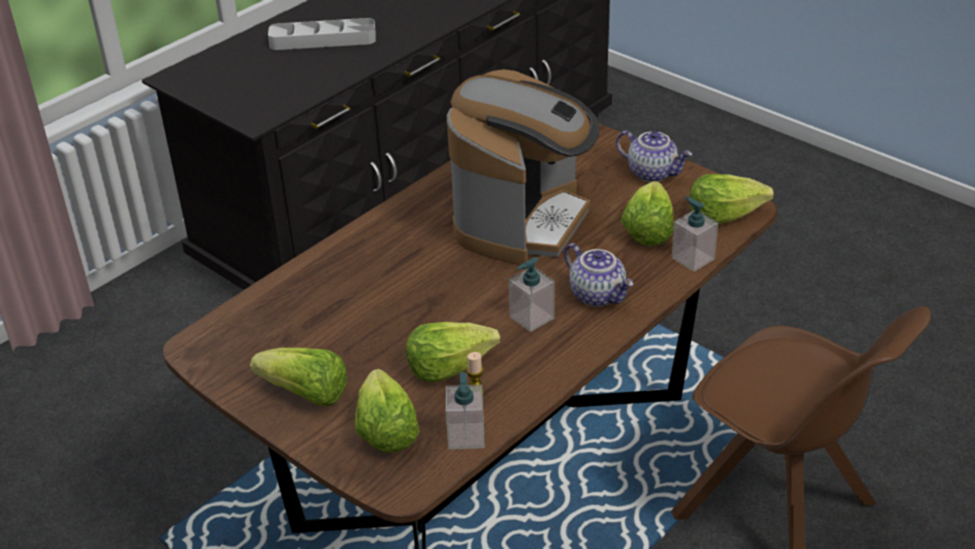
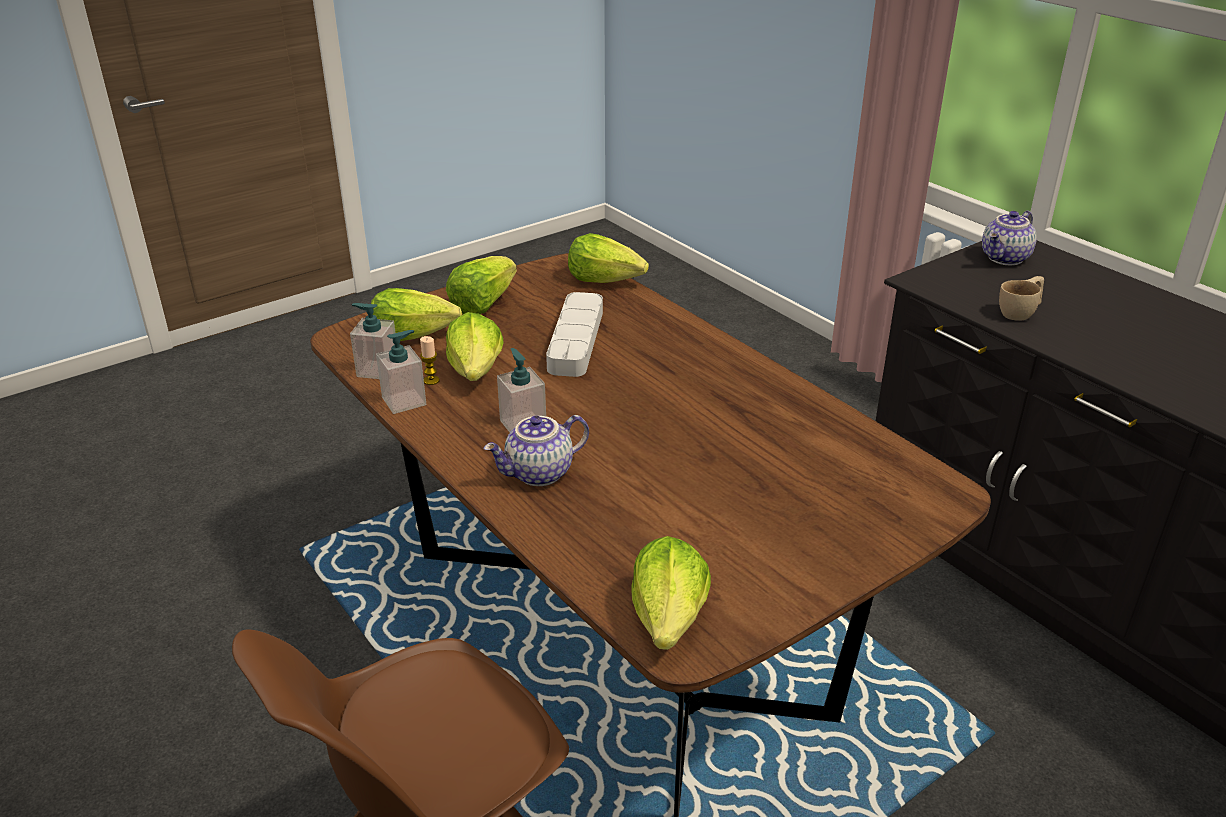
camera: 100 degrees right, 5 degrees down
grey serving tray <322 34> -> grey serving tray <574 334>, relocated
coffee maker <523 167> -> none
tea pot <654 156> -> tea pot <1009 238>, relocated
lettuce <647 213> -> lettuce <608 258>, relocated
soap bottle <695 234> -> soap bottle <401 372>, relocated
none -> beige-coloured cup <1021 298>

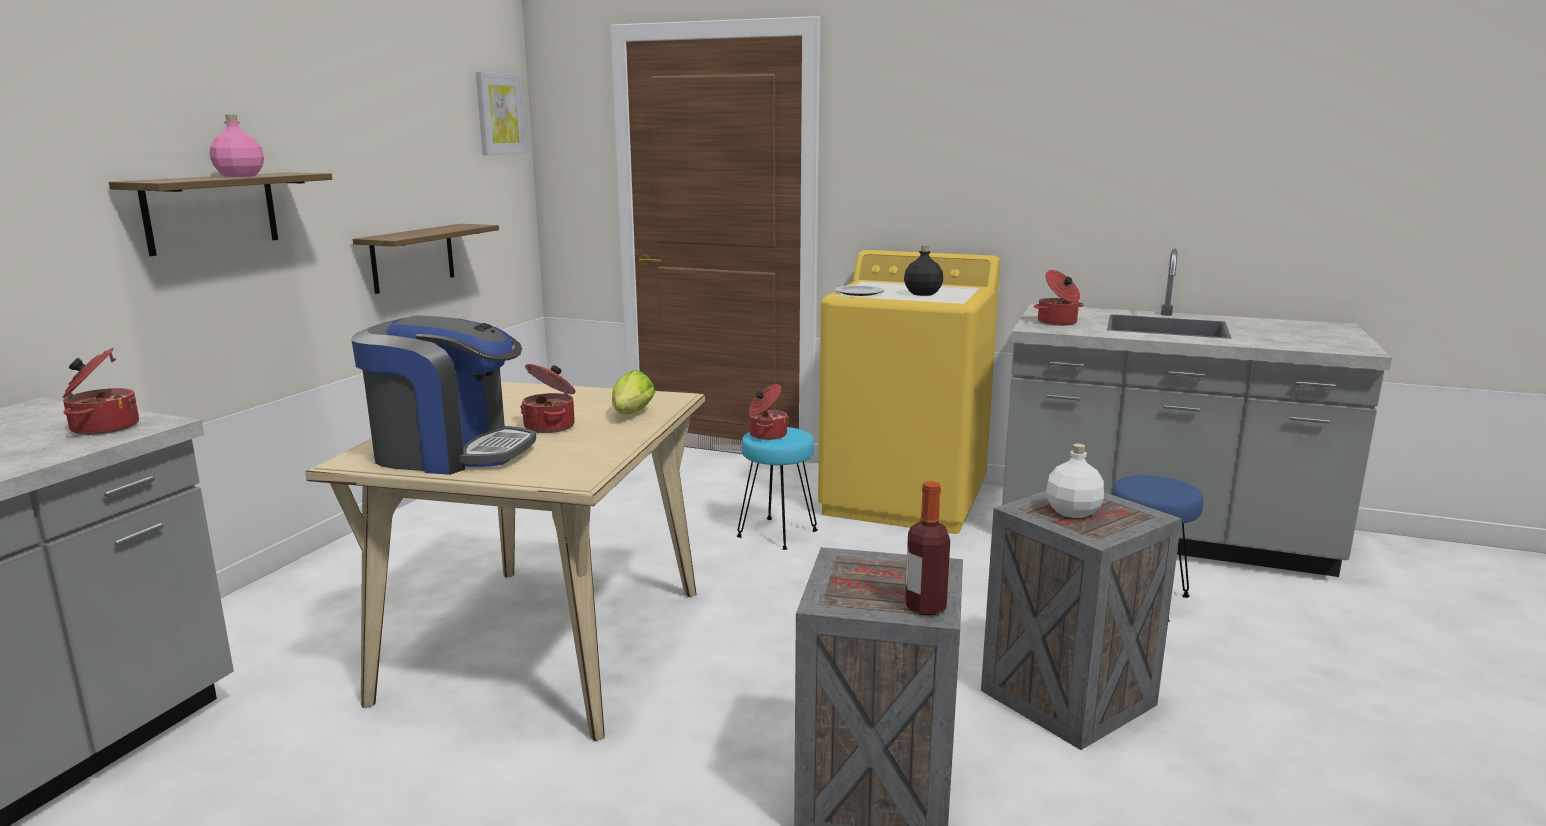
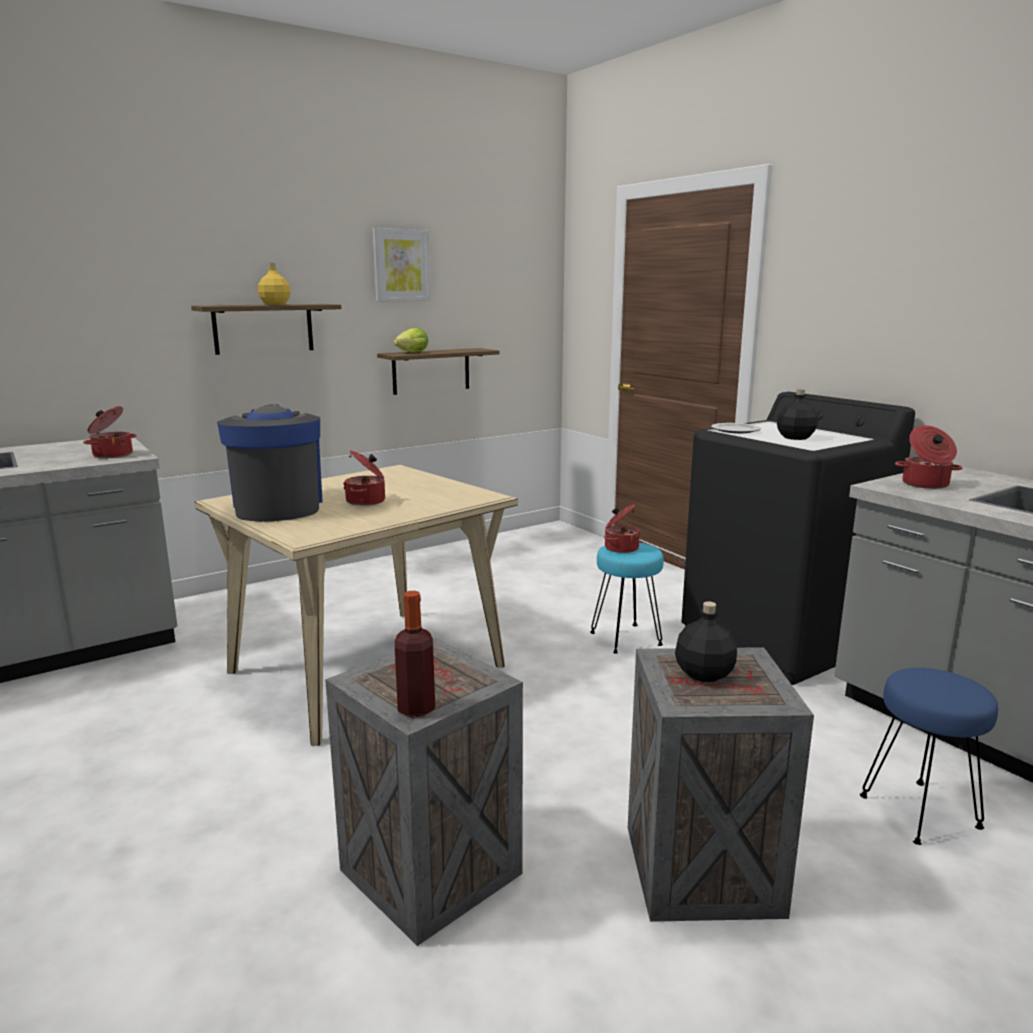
camera: 35 degrees right, 0 degrees up
wall picture <501 113> -> wall picture <401 264>, relocated
pinkish bottle <237 146> -> yellow-coloured bottle <274 284>
yellow-coloured washing machine <909 392> -> blackish washing machine <798 538>
coffee maker <444 395> -> coffee maker <270 463>, 150 degrees counterclockwise
lettuce <633 392> -> lettuce <411 340>, relocated
white bottle <1075 481> -> blackish bottle <706 642>

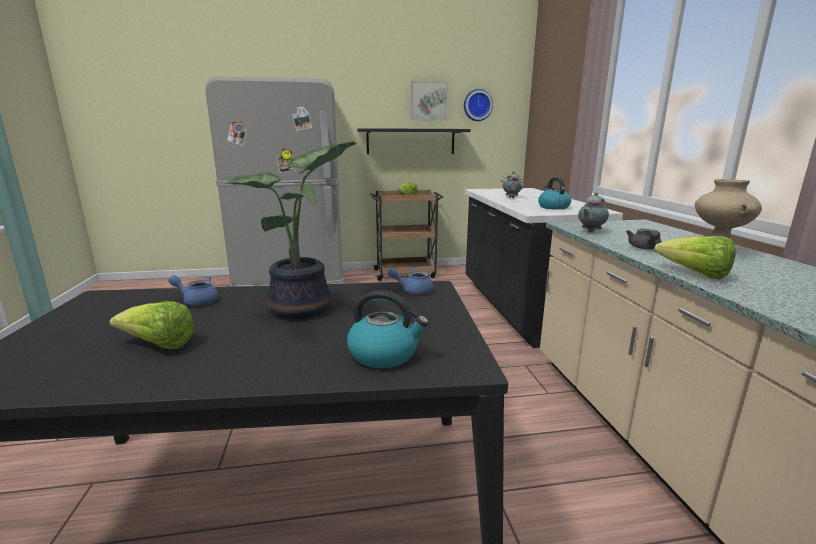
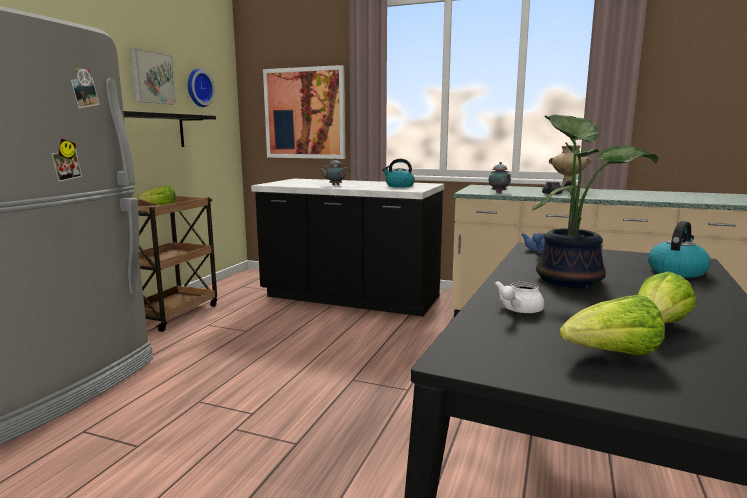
camera: 60 degrees left, 5 degrees down
lettuce <695 257> -> lettuce <612 325>, relocated
blue tea pot <193 290> -> white tea pot <519 297>
none -> wall picture <304 112>

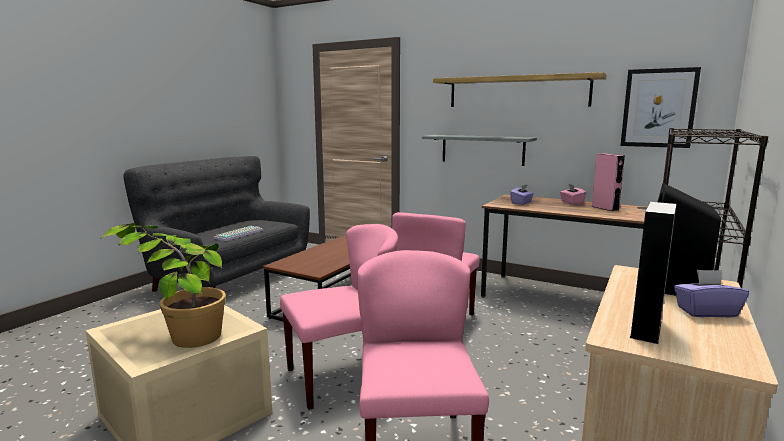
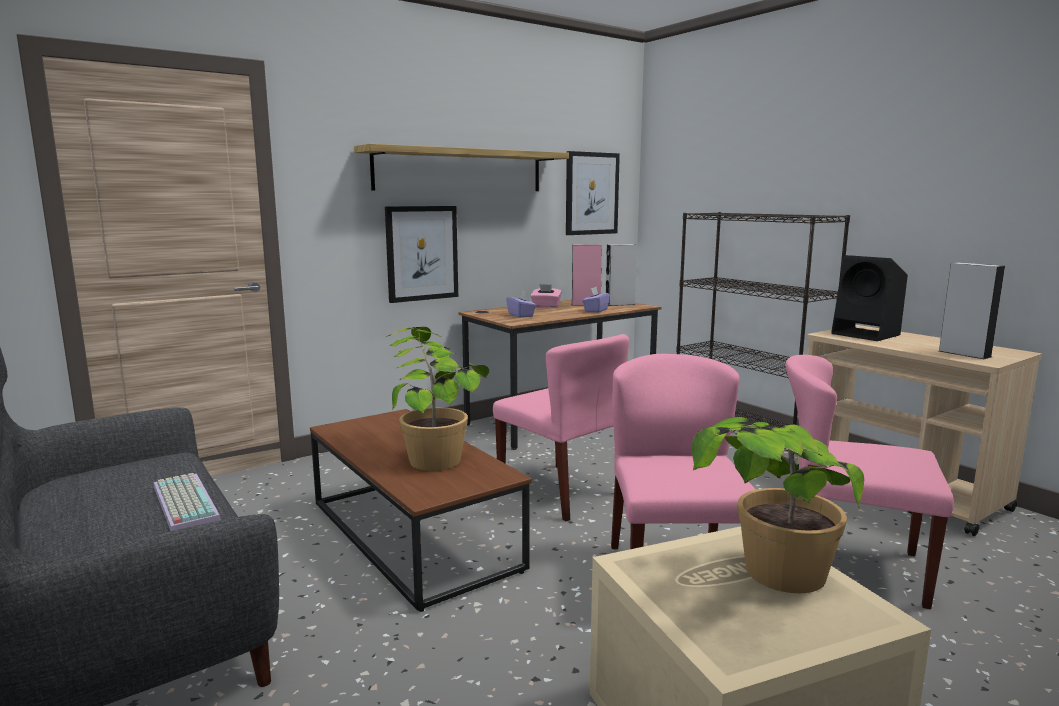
camera: 65 degrees left, 0 degrees up
grey wall shelf <479 150> -> wall picture <421 254>
purplish tissue box <711 293> -> purplish tissue box <596 300>, relocated
none -> grey speaker <621 275>
none -> plant in a pot <437 399>

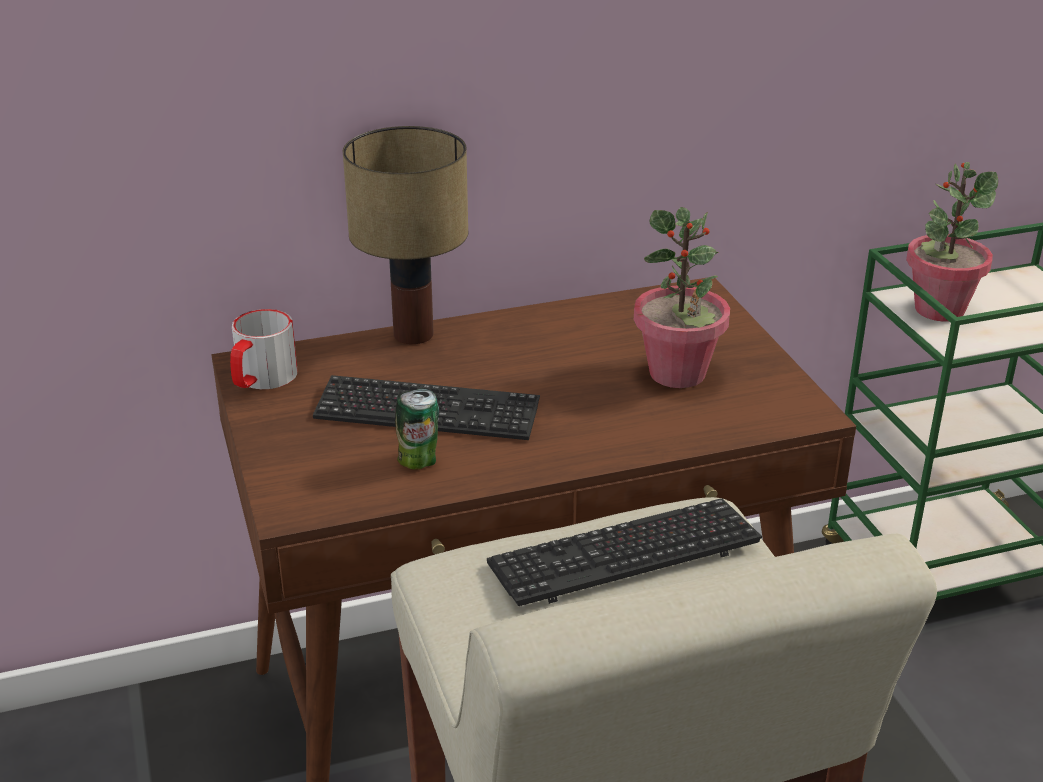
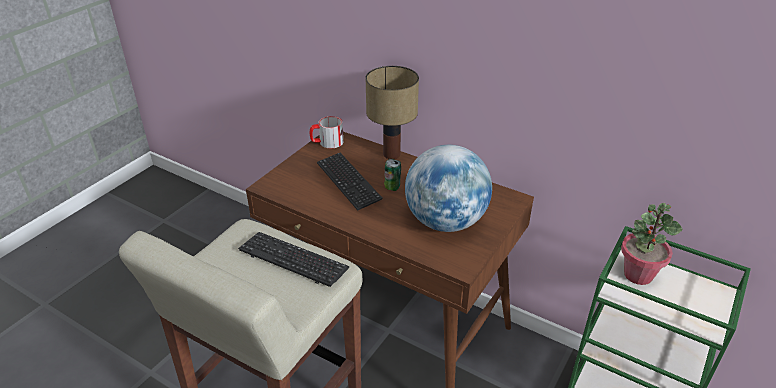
camera: 50 degrees right, 5 degrees up
plant in a pot <682 297> -> world globe <448 188>
metal can <417 429> -> metal can <392 175>, relocated

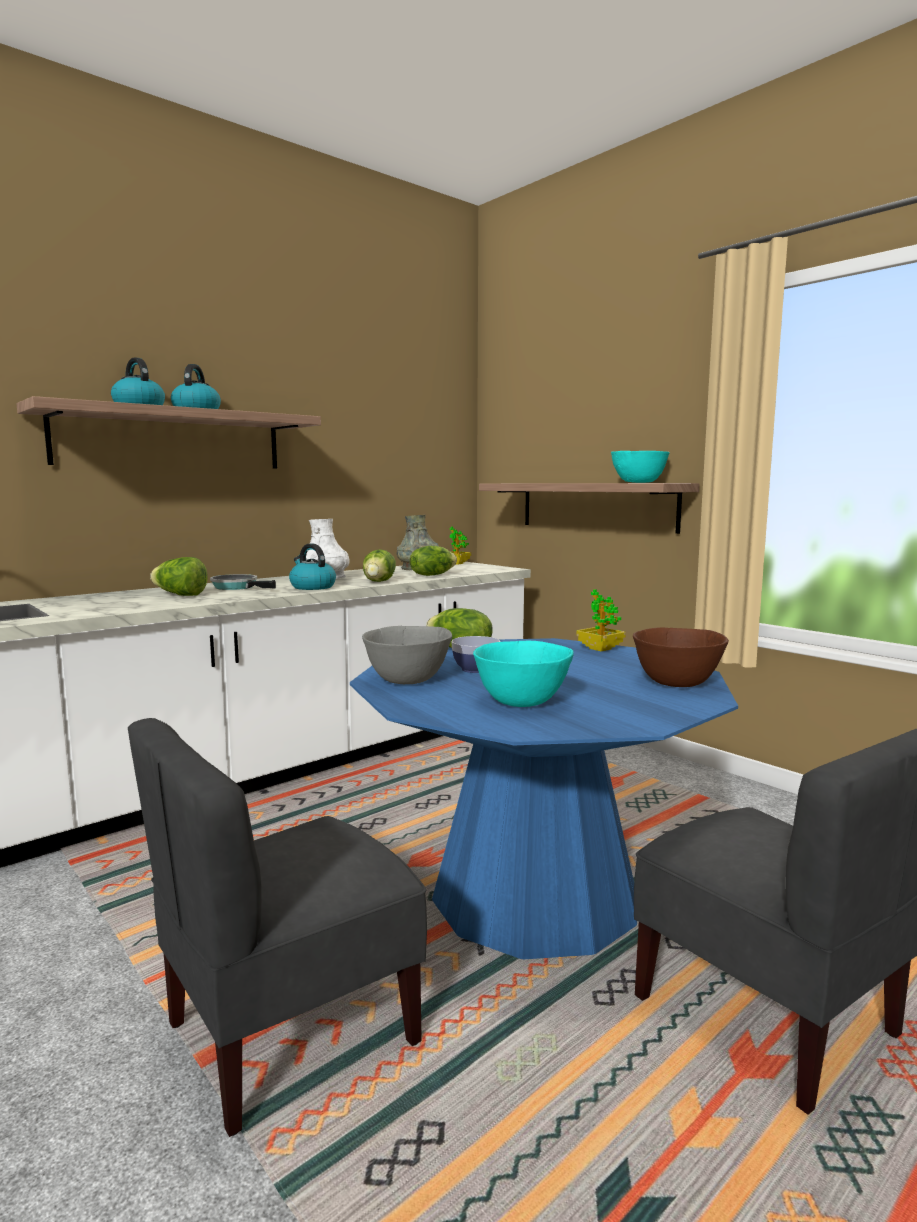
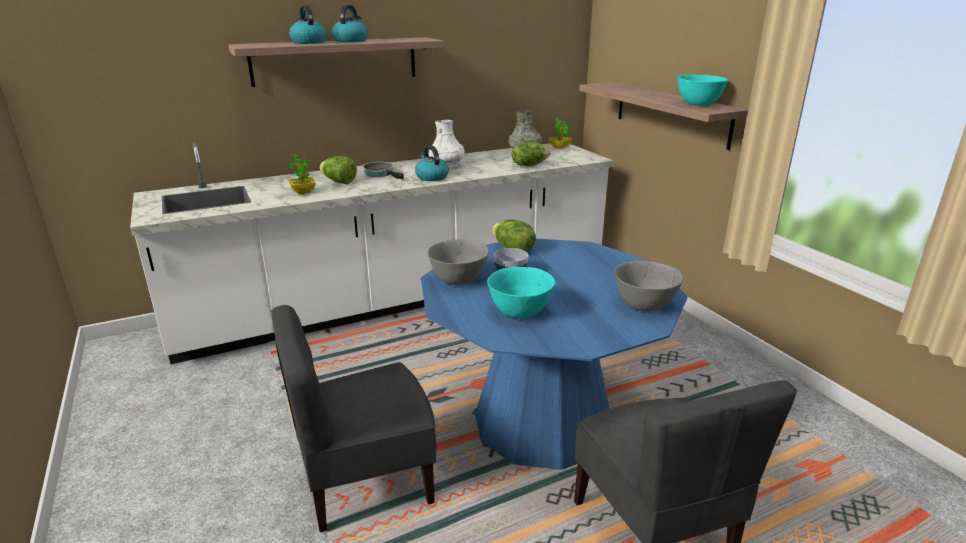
camera: 15 degrees right, 15 degrees up
lettuce <379 565> -> none
plant in a pot <601 620> -> plant in a pot <302 174>, relocated
brownish bowl <681 657> -> grey bowl <648 286>

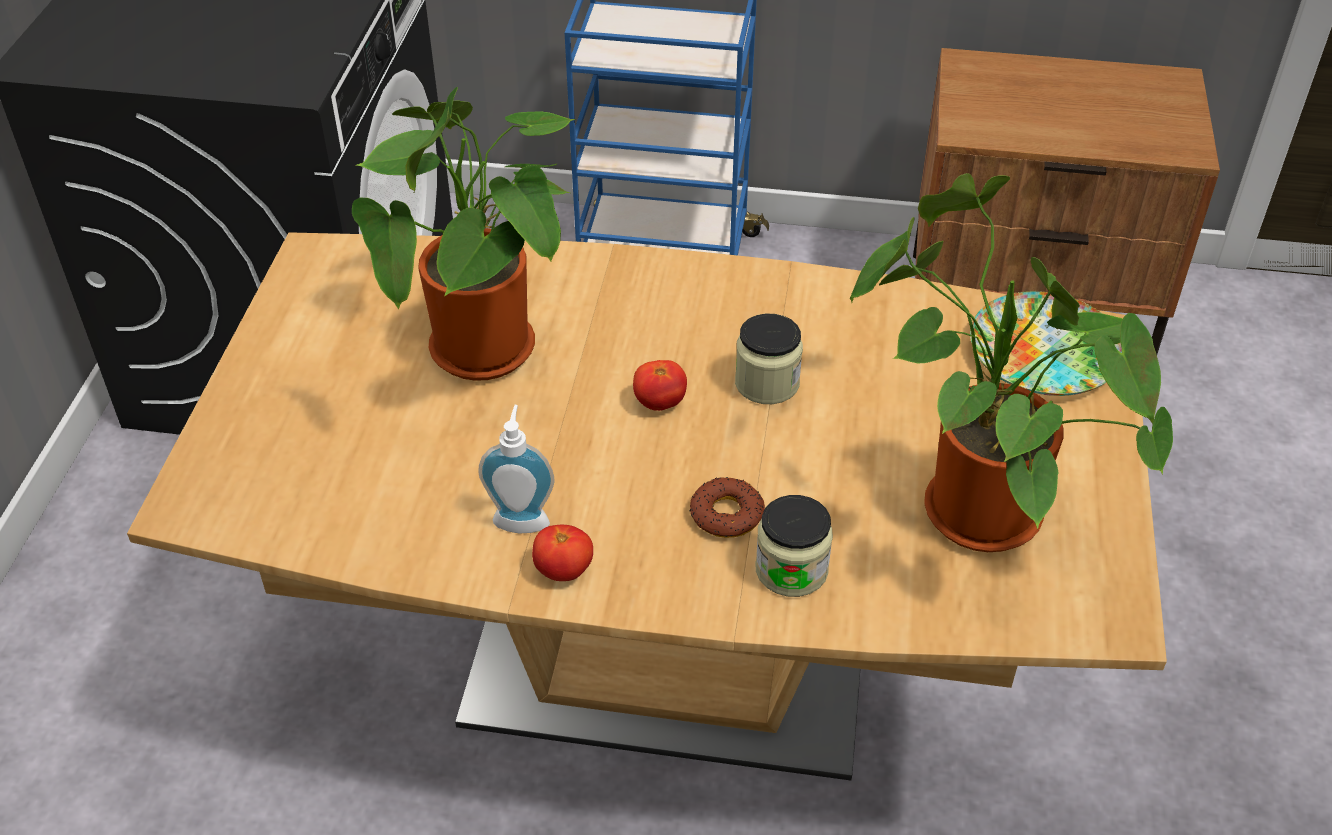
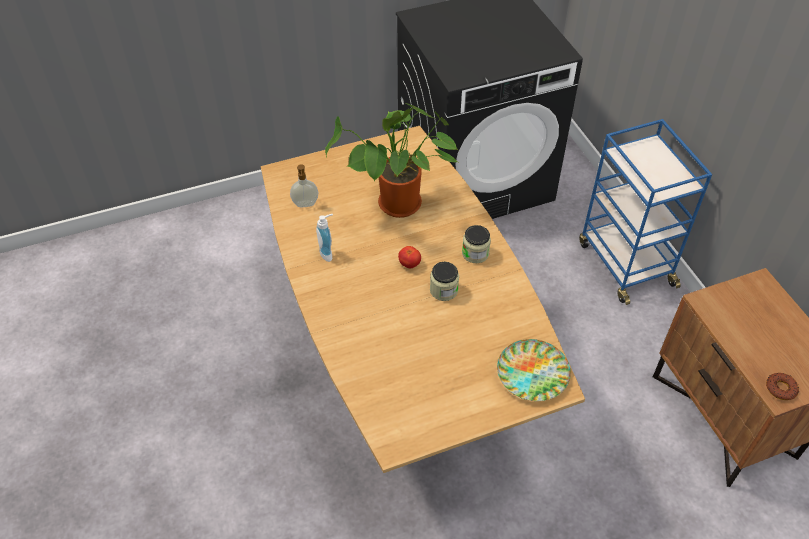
camera: 60 degrees right, 5 degrees up
plant in a pot <1011 362> -> none
doughnut <727 507> -> doughnut <782 386>, relocated
jar <794 546> -> jar <476 244>, relocated
tomato <562 553> -> none
none -> soap bottle <304 186>

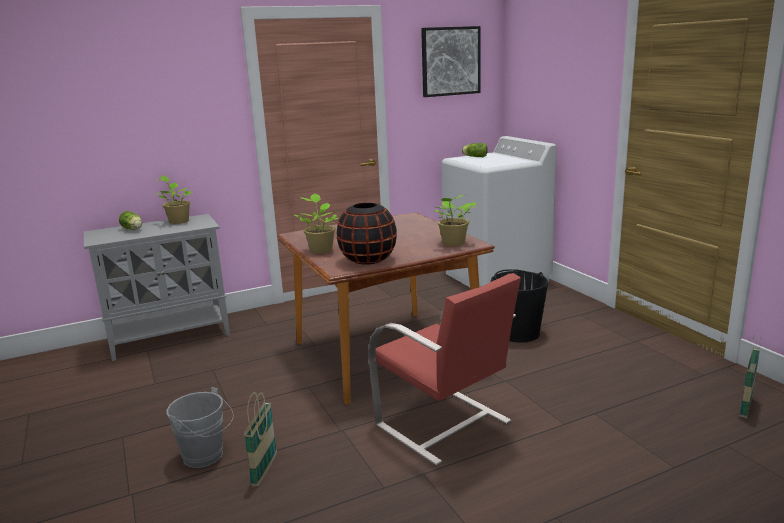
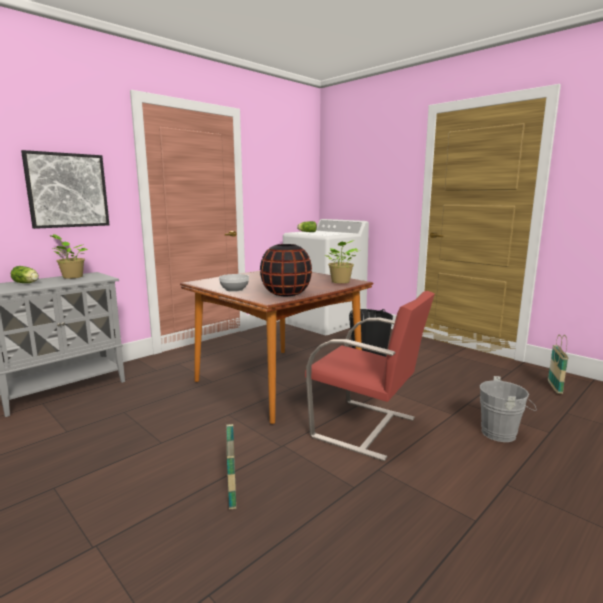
camera: 20 degrees left, 5 degrees down
wall picture <451 61> -> wall picture <65 189>, relocated
plant in a pot <316 223> -> bowl <234 283>
grey water bucket <200 427> -> grey water bucket <508 409>, relocated

